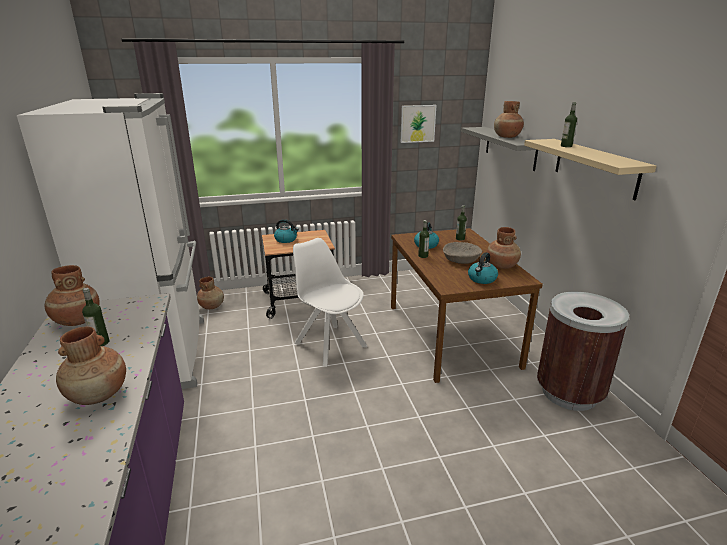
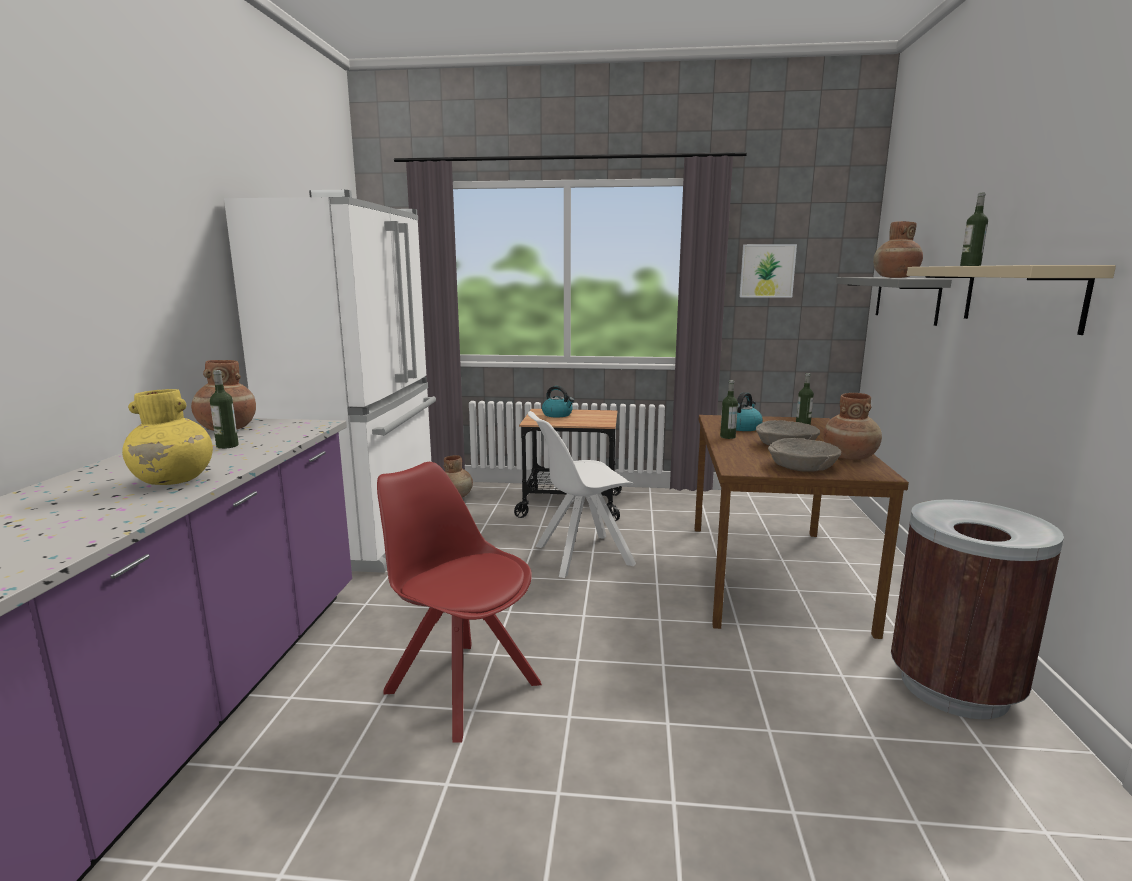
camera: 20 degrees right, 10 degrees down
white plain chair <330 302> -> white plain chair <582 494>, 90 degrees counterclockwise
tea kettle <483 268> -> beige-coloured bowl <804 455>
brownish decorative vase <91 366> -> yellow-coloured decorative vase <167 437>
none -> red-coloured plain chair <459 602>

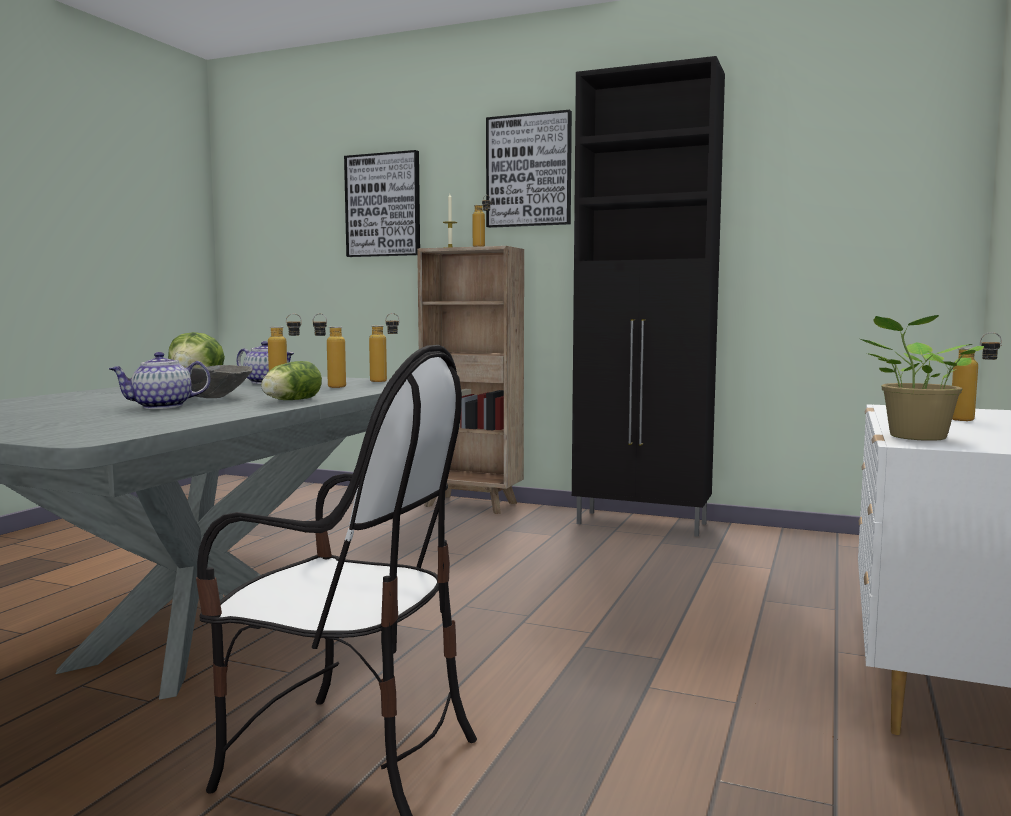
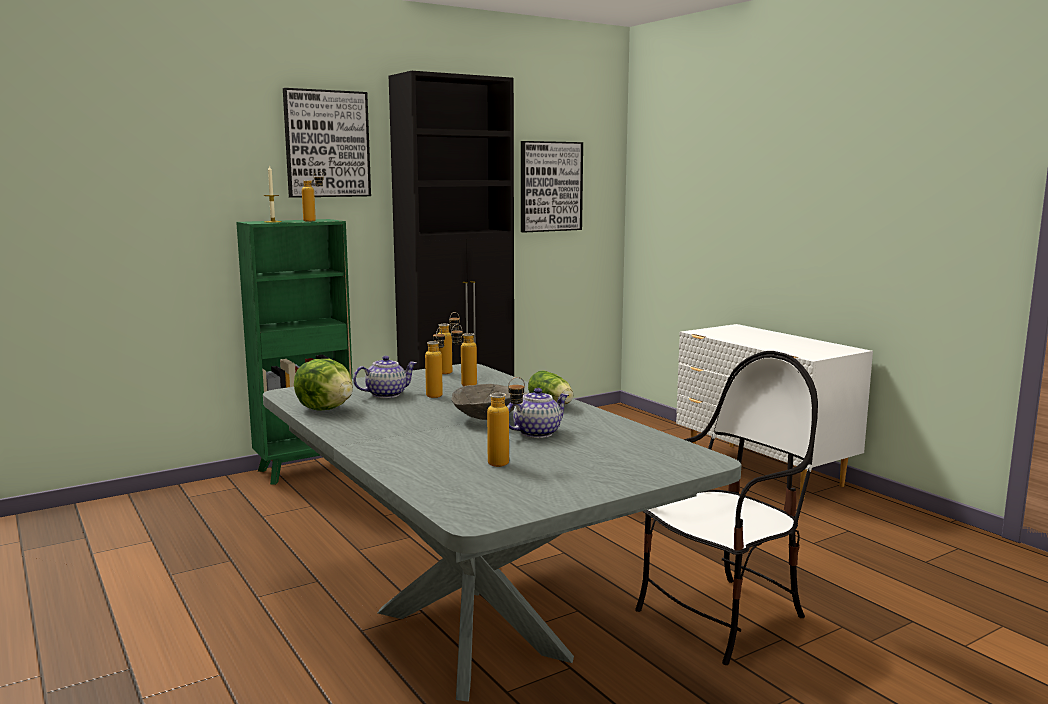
camera: 55 degrees left, 5 degrees up
wall picture <382 203> -> wall picture <552 187>, relocated
brownish bookcase <470 380> -> green bookcase <294 352>
plant in a pot <922 378> -> none
bottle <977 376> -> bottle <506 422>, relocated
tea pot <160 380> -> tea pot <538 413>, 135 degrees counterclockwise

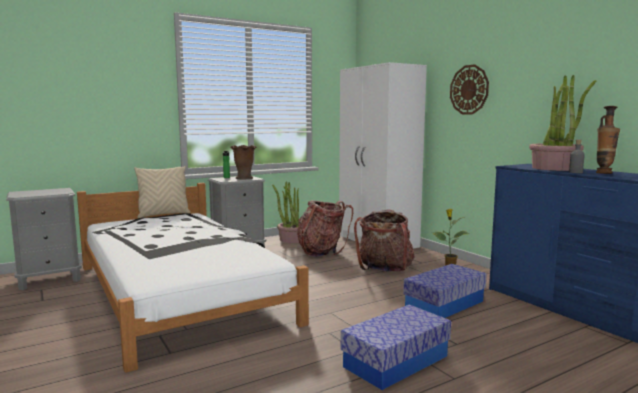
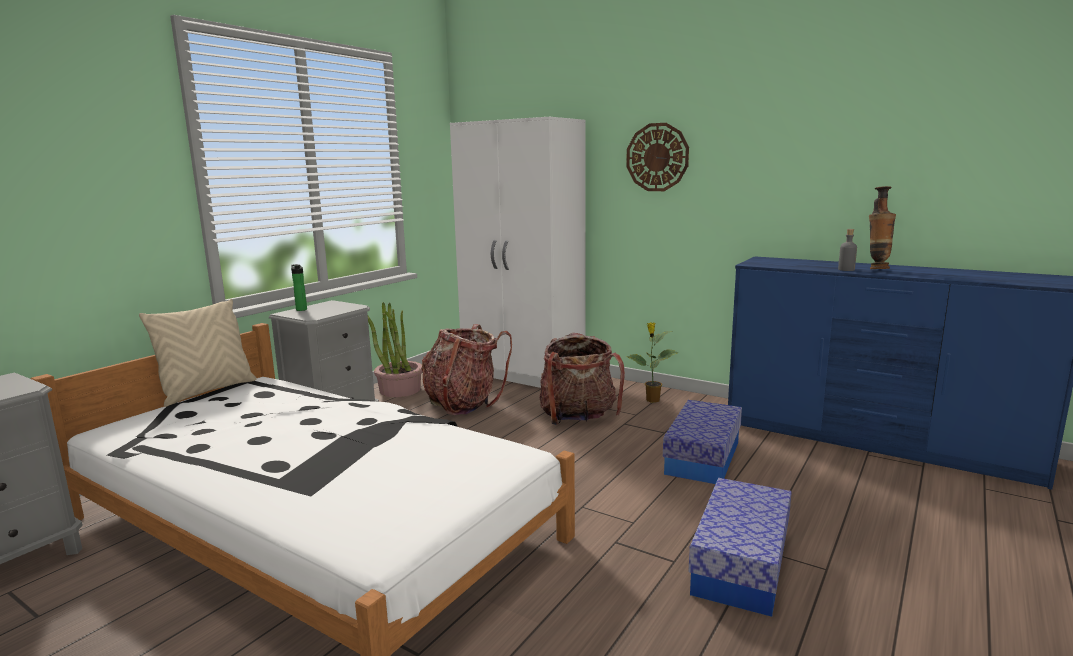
camera: 25 degrees left, 5 degrees up
plant in a pot <562 123> -> none
brownish decorative vase <243 162> -> none

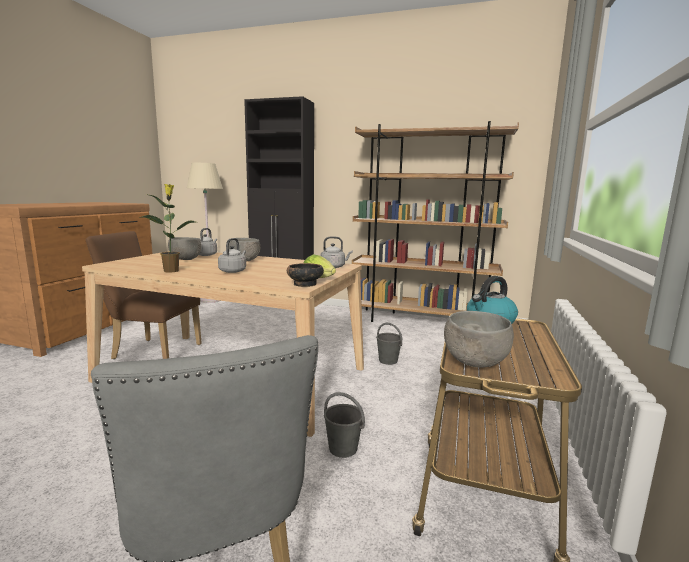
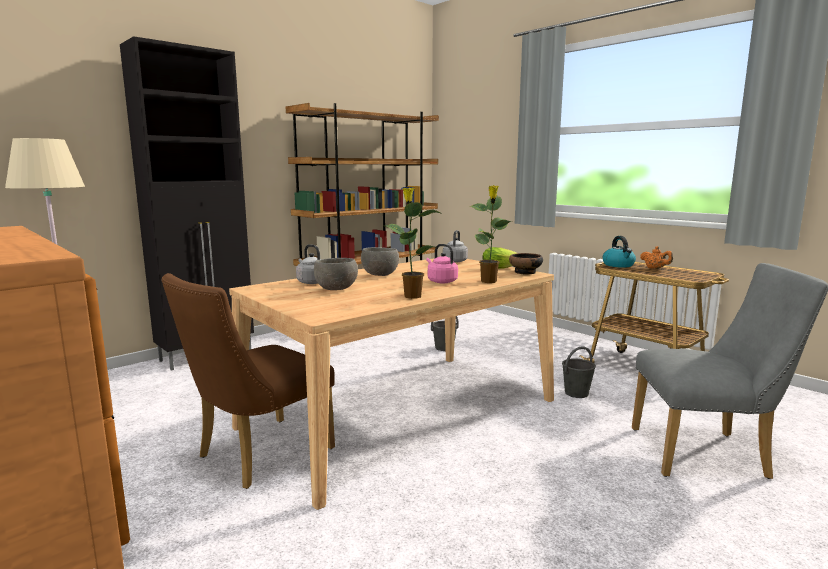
camera: 60 degrees left, 0 degrees up
grey tea kettle <232 255> -> pinkish tea kettle <442 263>
grey bowl <479 339> -> none
none -> plant in a pot <490 234>
none -> orangey tea pot <656 257>

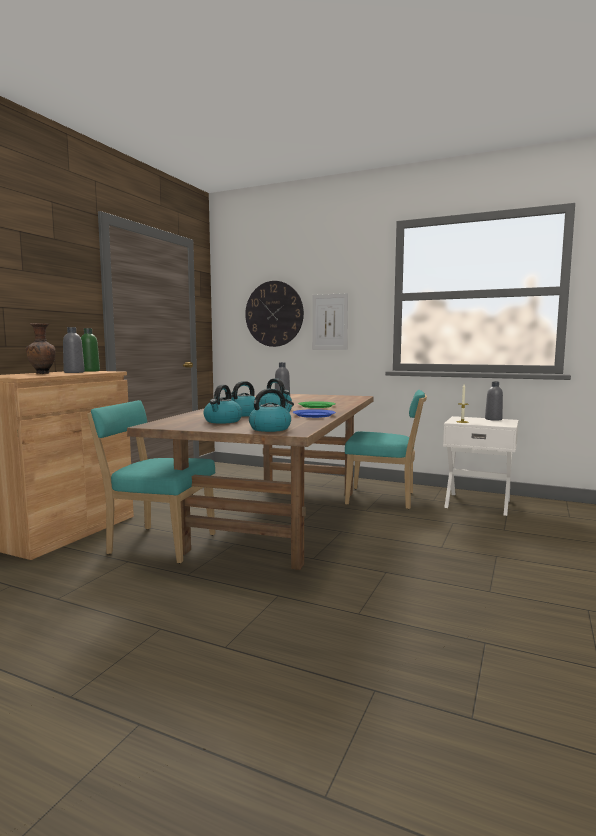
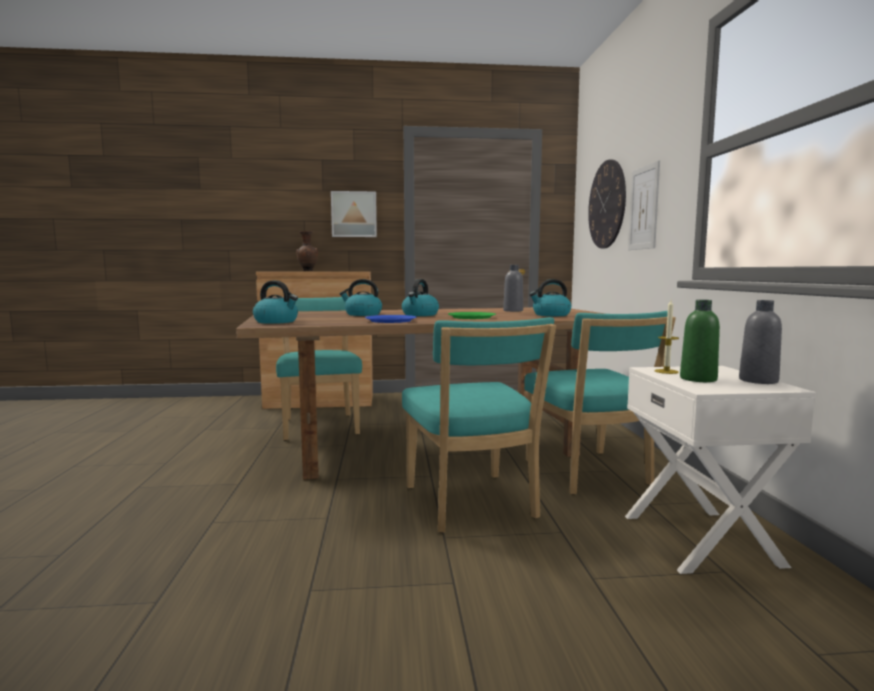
camera: 60 degrees right, 0 degrees up
grey bottle <74 350> -> none
green bottle <90 350> -> green bottle <700 341>, relocated
tea kettle <222 404> -> tea kettle <550 297>, relocated
none -> wall picture <354 214>
none -> turquoise-coloured plain chair <479 425>

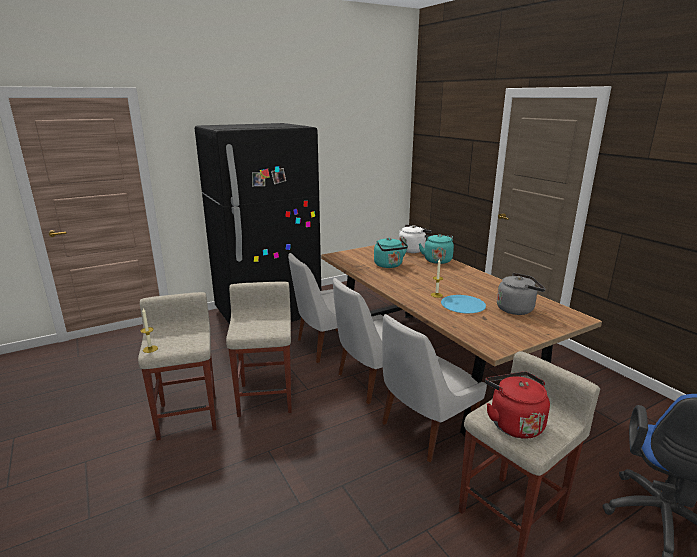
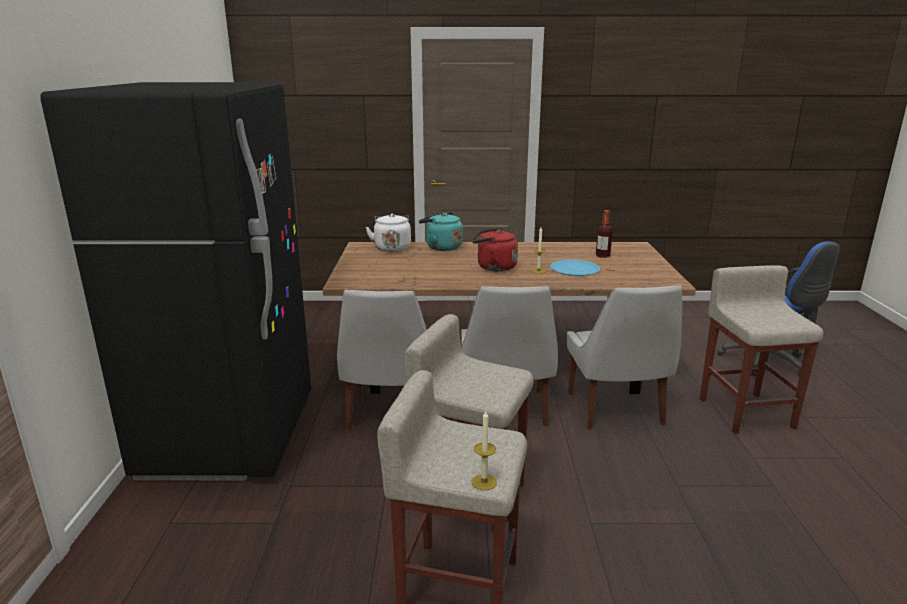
camera: 60 degrees left, 0 degrees up
turquoise-coloured tea kettle <391 253> -> none
grey tea kettle <521 294> -> bottle <604 234>
red-coloured tea kettle <517 405> -> red-coloured tea kettle <495 250>, relocated

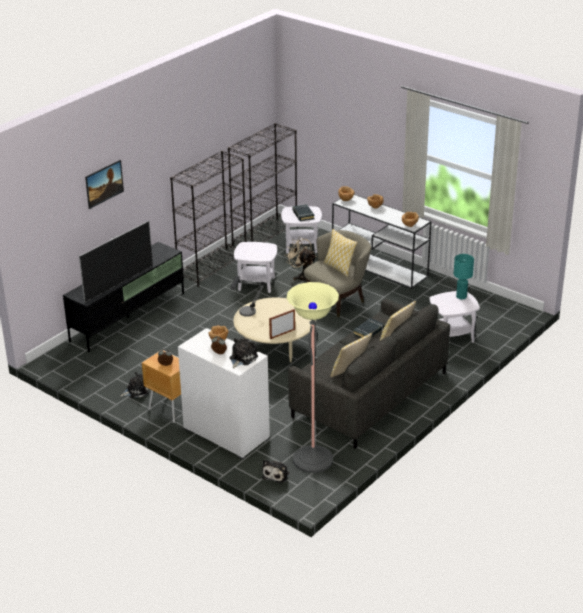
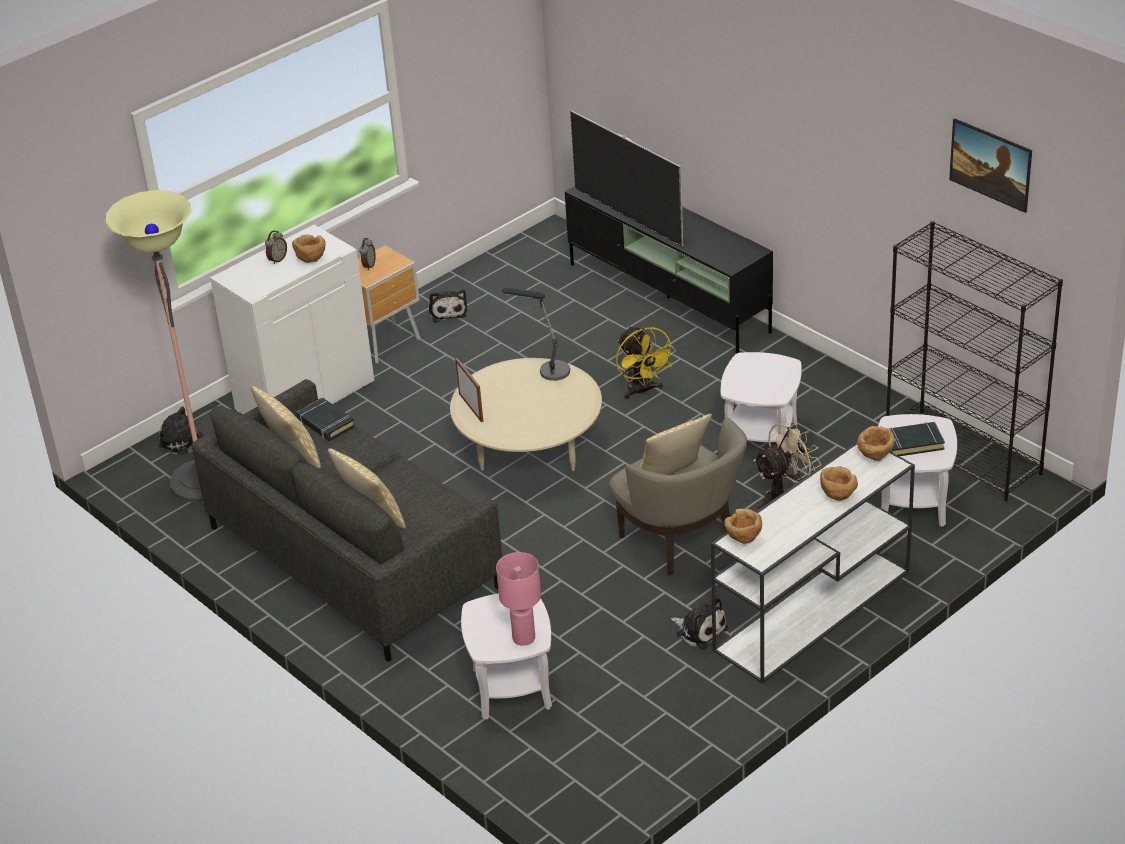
camera: 100 degrees right, 5 degrees up
blackish bookcase <208 219> -> none
wall picture <104 184> -> wall picture <990 165>, relocated
turquoise-coloured table lamp <464 276> -> pinkish table lamp <518 599>
blackish book <369 328> -> blackish book <325 419>, relocated
plush toy <244 353> -> plush toy <699 623>, relocated
none -> yellow-coloured fan <646 362>

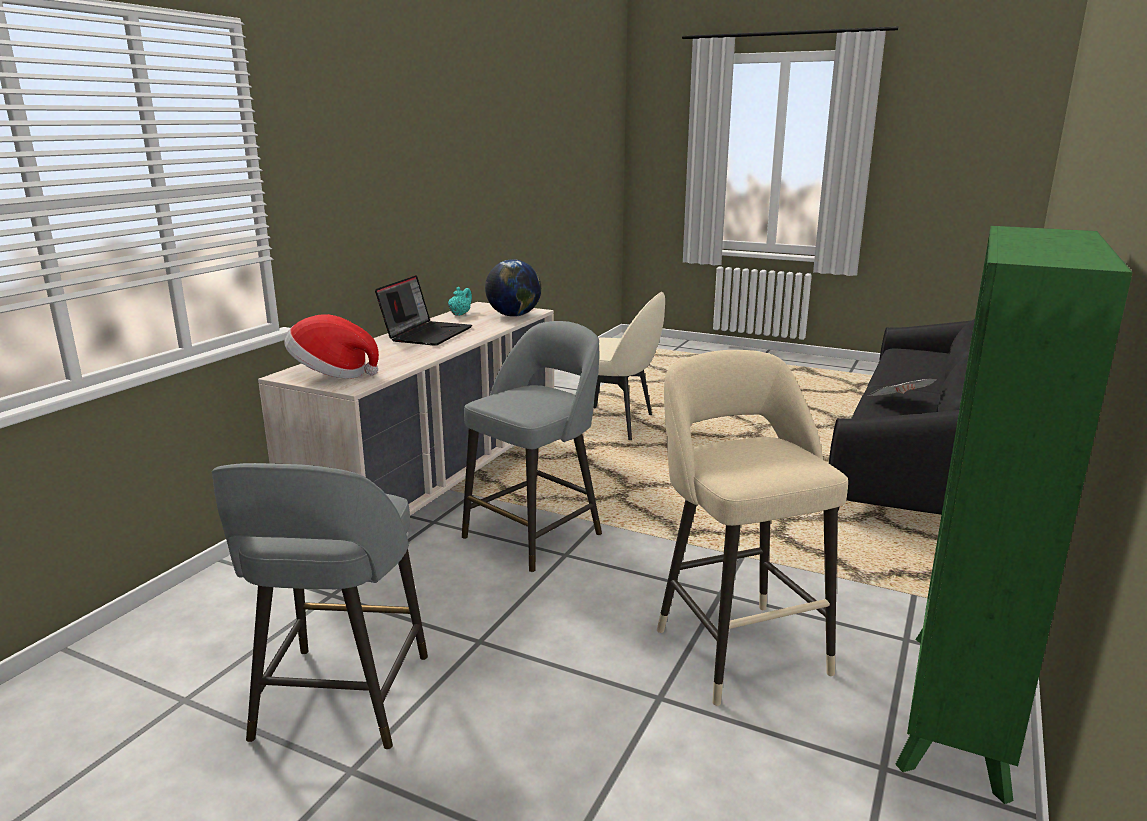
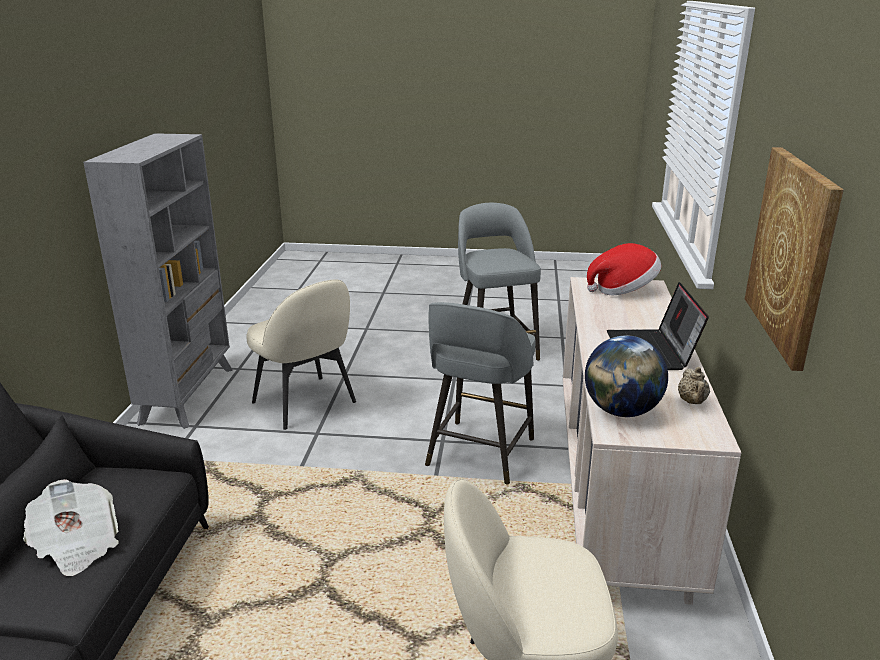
camera: 160 degrees right, 5 degrees up
green bookcase <1014 515> -> grey bookcase <158 281>
turquoise-coloured tea pot <460 301> -> beige-coloured tea pot <694 385>
beige-coloured stool seat <752 528> -> beige-coloured plain chair <301 354>
none -> wall picture <794 259>

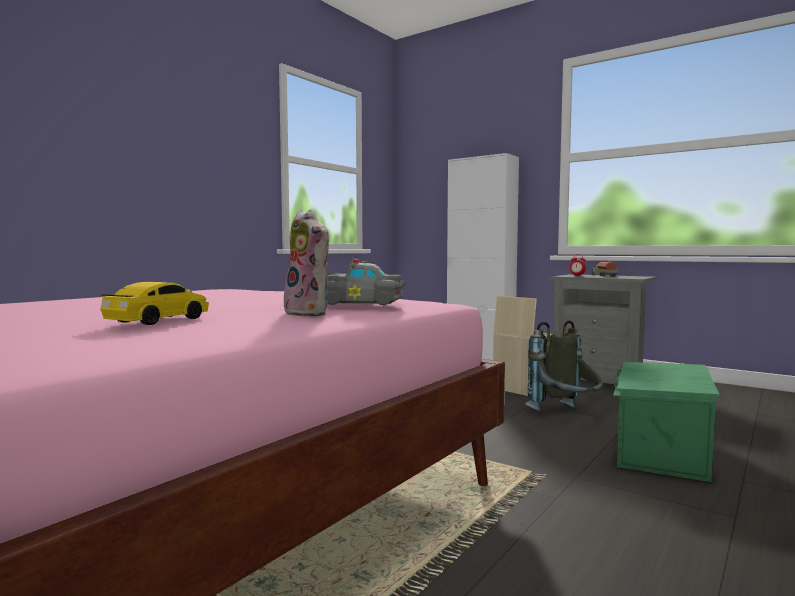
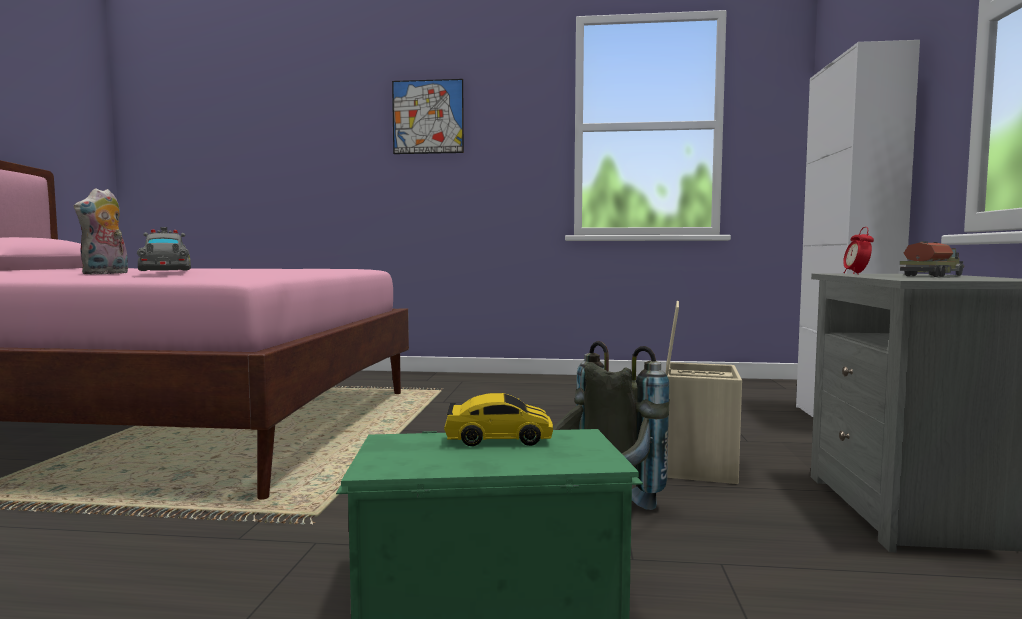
camera: 60 degrees right, 0 degrees up
toy car <154 303> -> toy car <498 419>, relocated
none -> wall picture <428 116>

